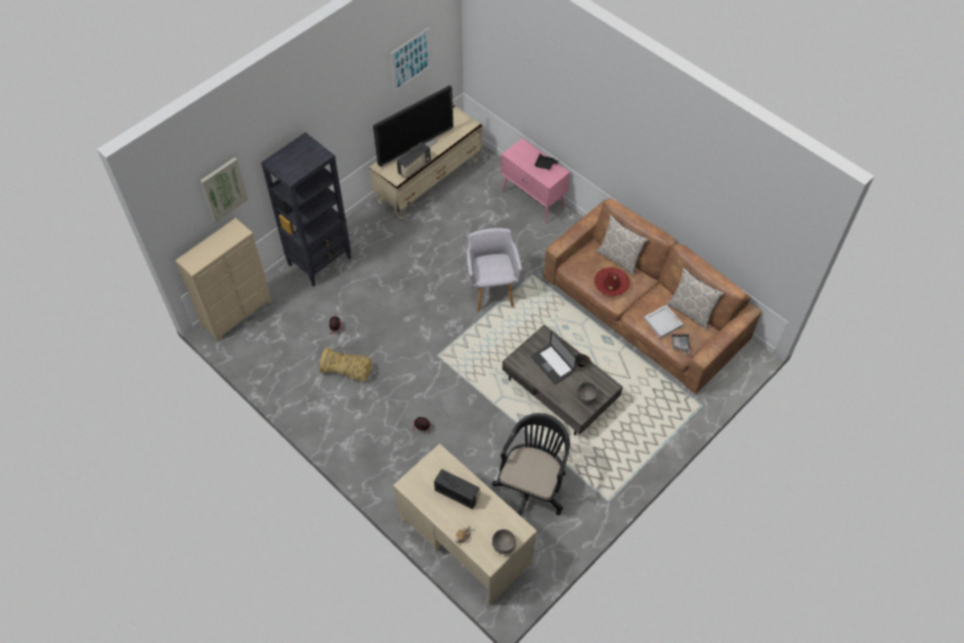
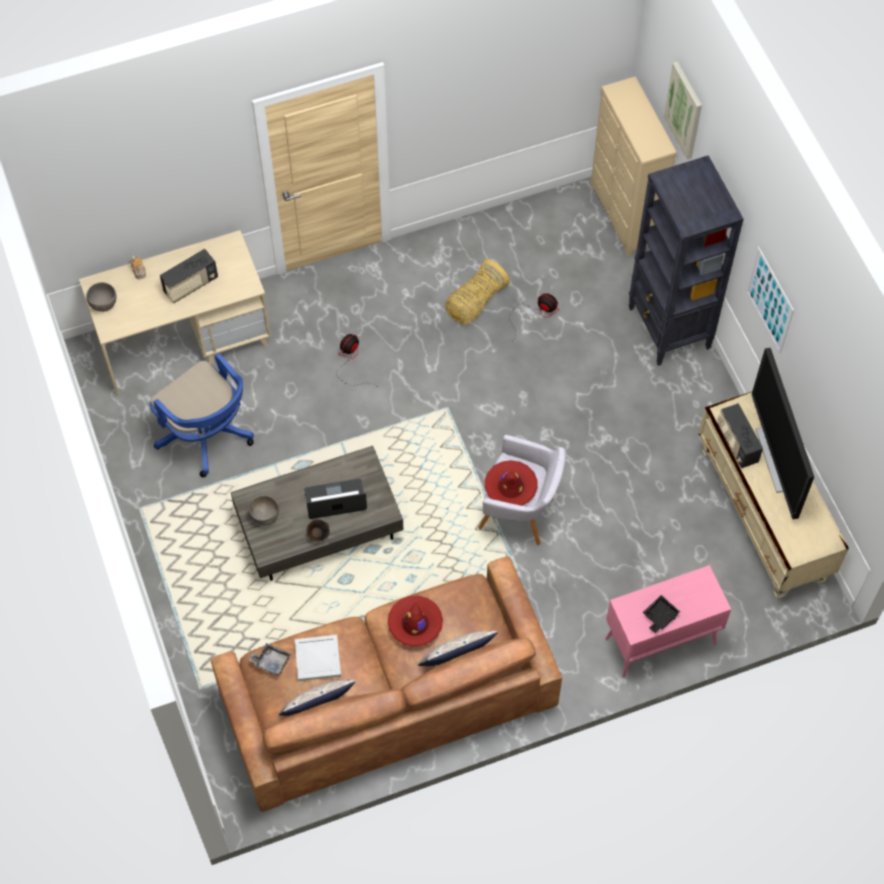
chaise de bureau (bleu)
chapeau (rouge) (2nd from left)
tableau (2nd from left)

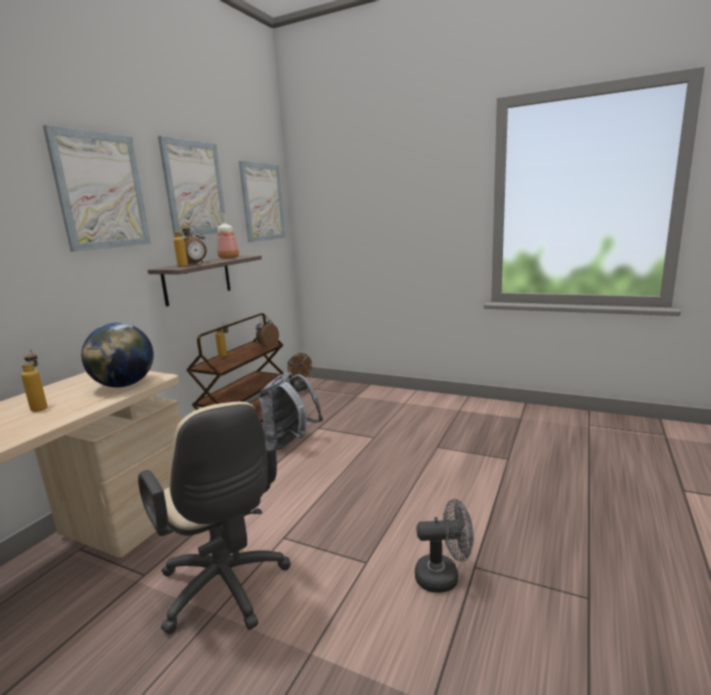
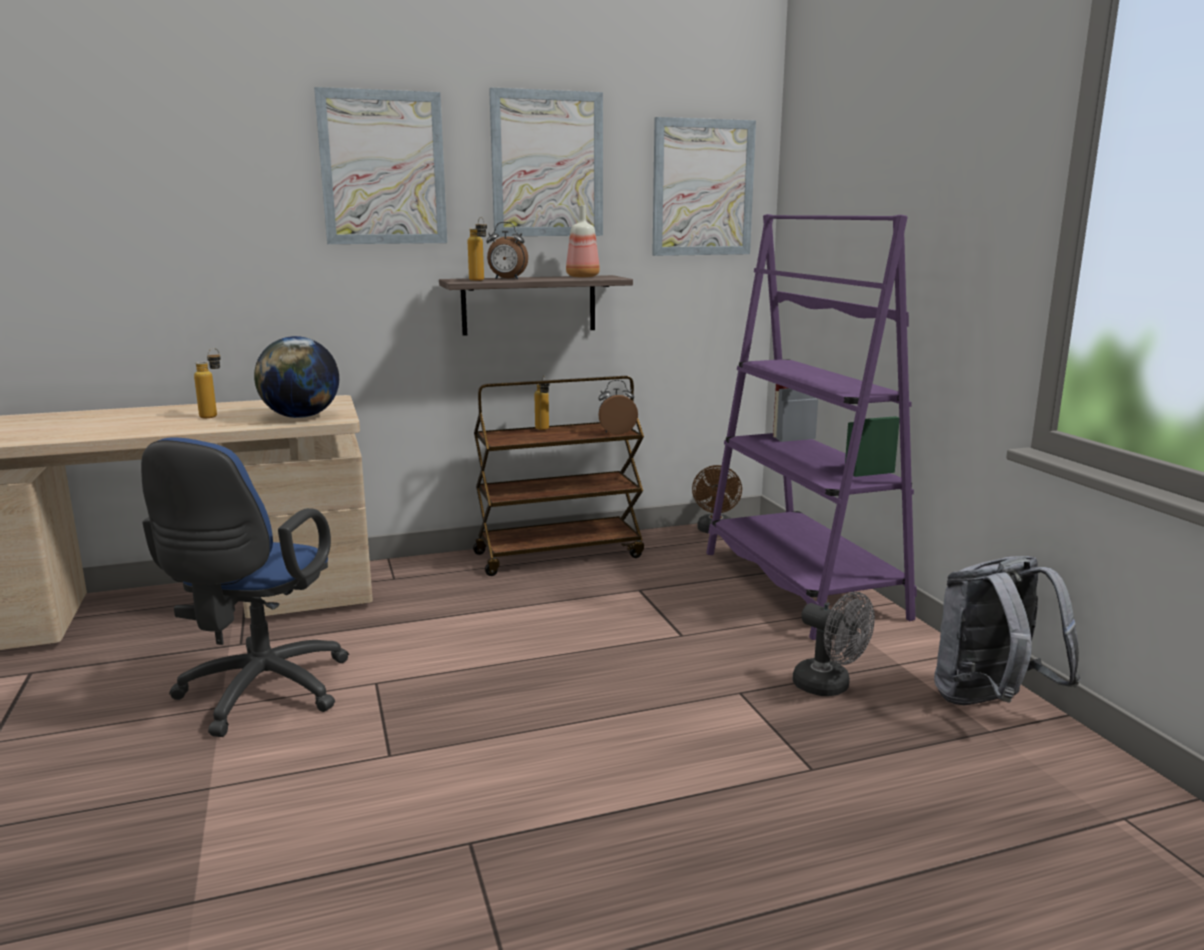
chaise de bureau (bleu)
bibliothèque (violet)
ventilateur (gris)
sac à dos (gris)

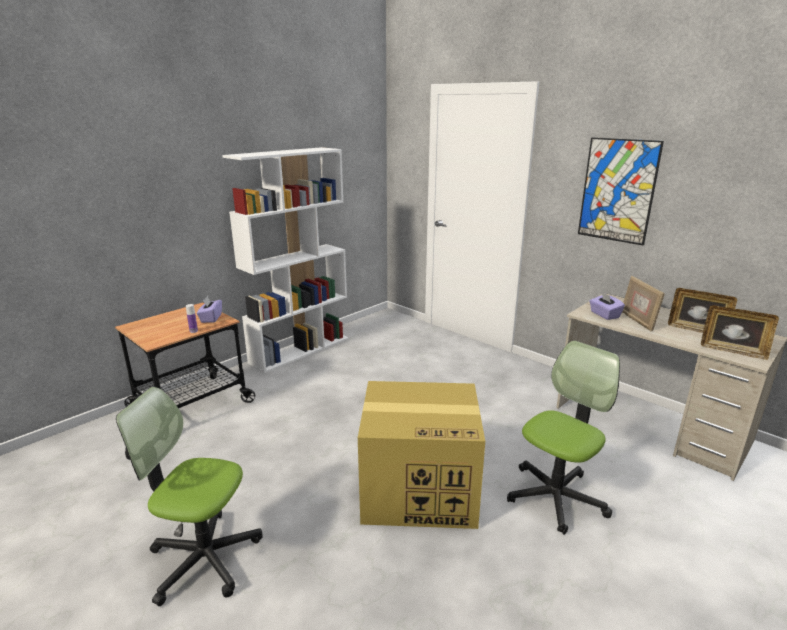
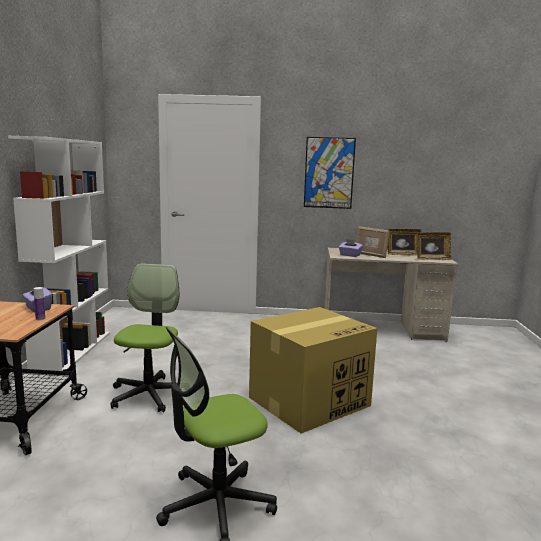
chaise de bureau (1st from left)

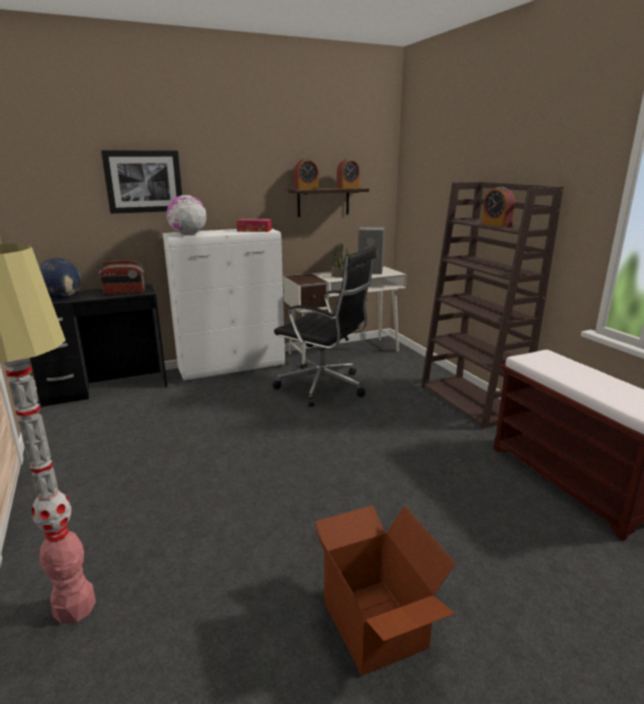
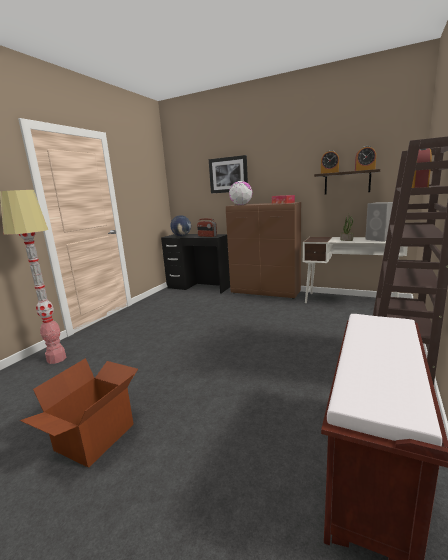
meuble de rangement (marron)
chaise de bureau (noir)

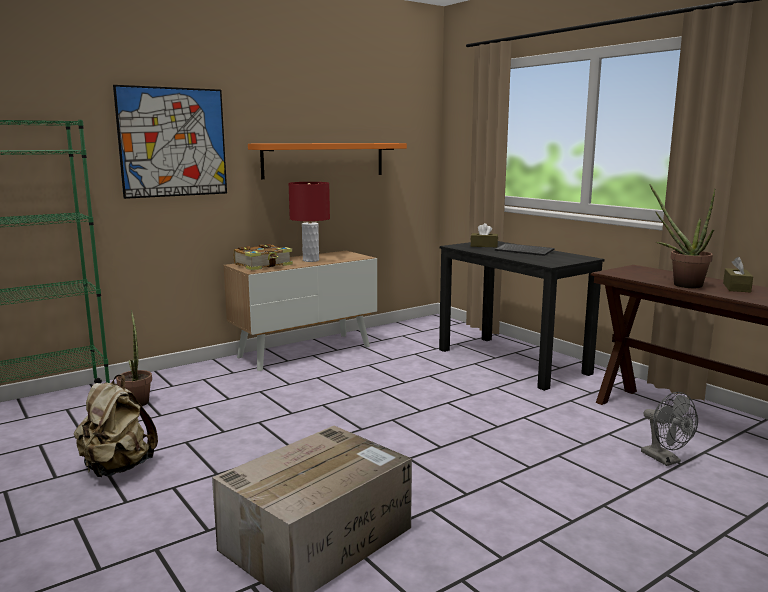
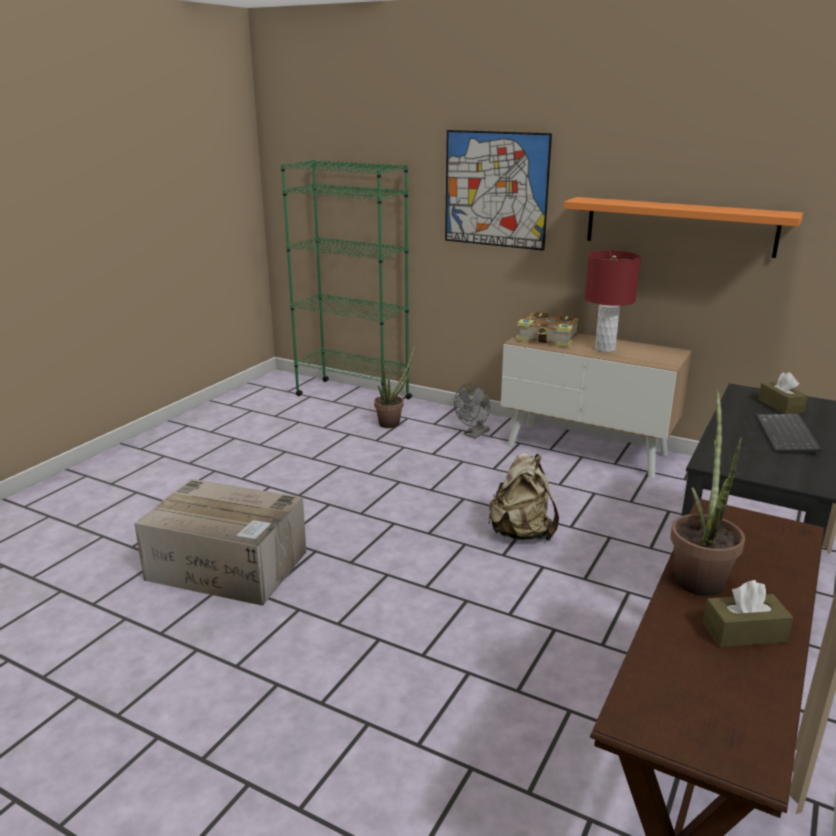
ventilateur (gris)
sac à dos (beige)

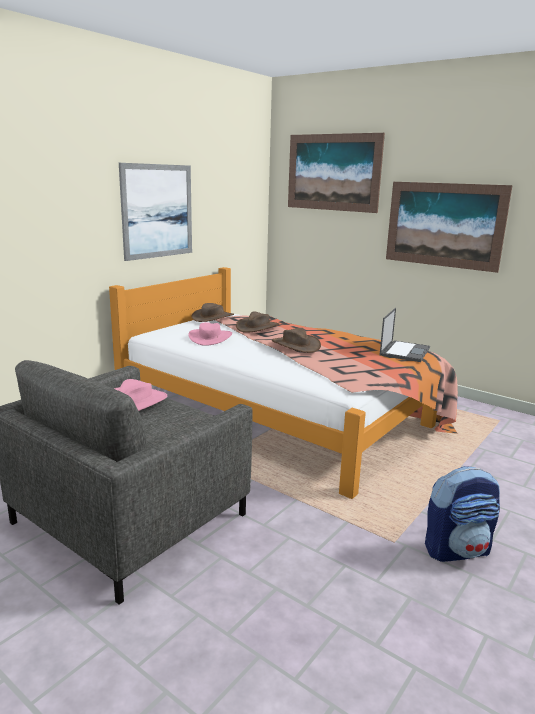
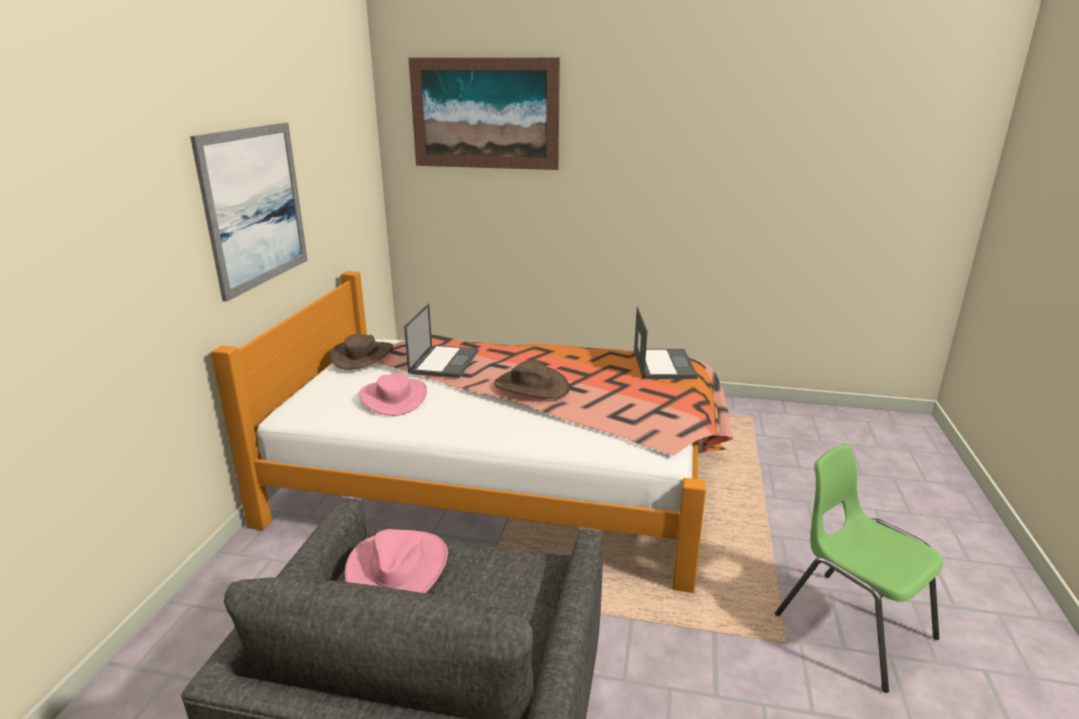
ordinateur portable (1st from left)
chaise (vert)
tableau (3rd from left in the first image)

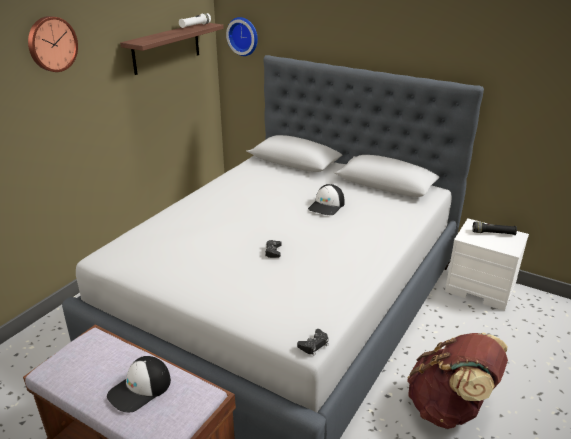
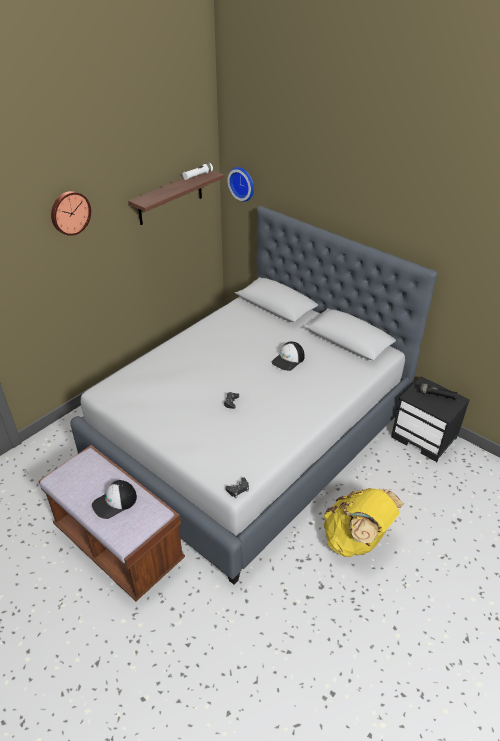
sac à dos (jaune)
table de chevet (noir)

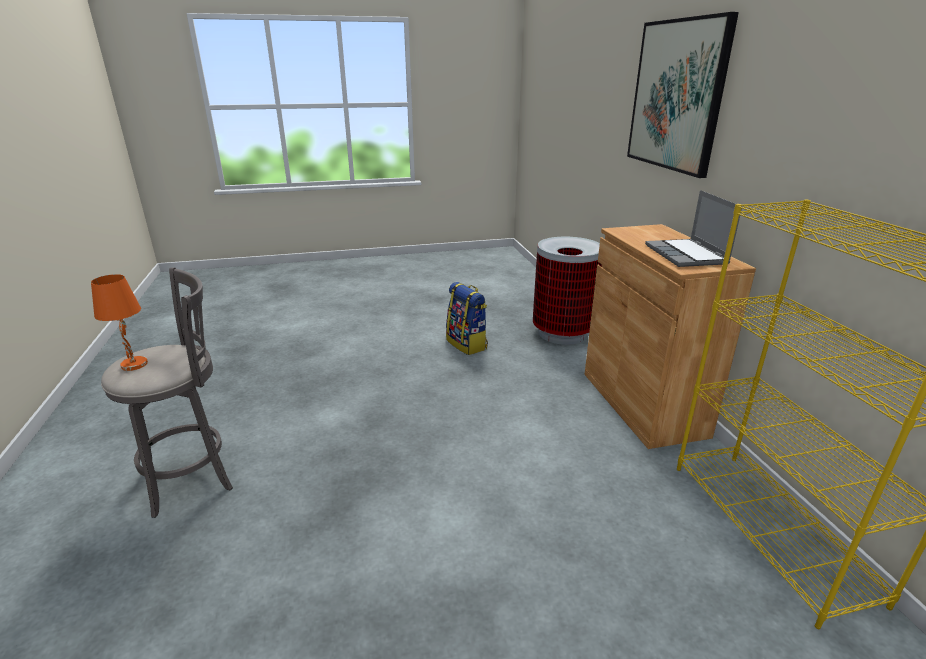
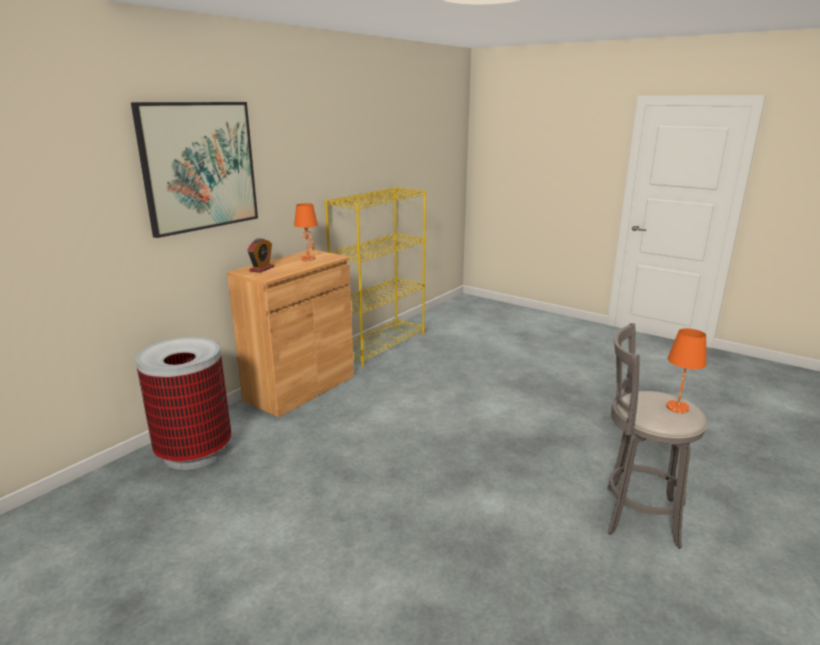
réveil
lampe de table (orange) (1st from left)
sac à dos

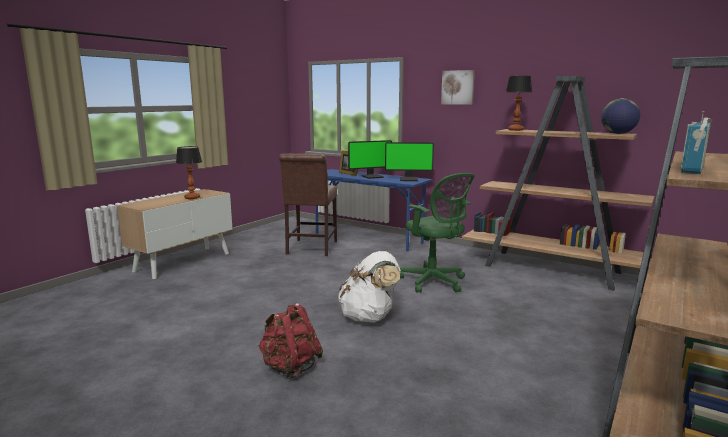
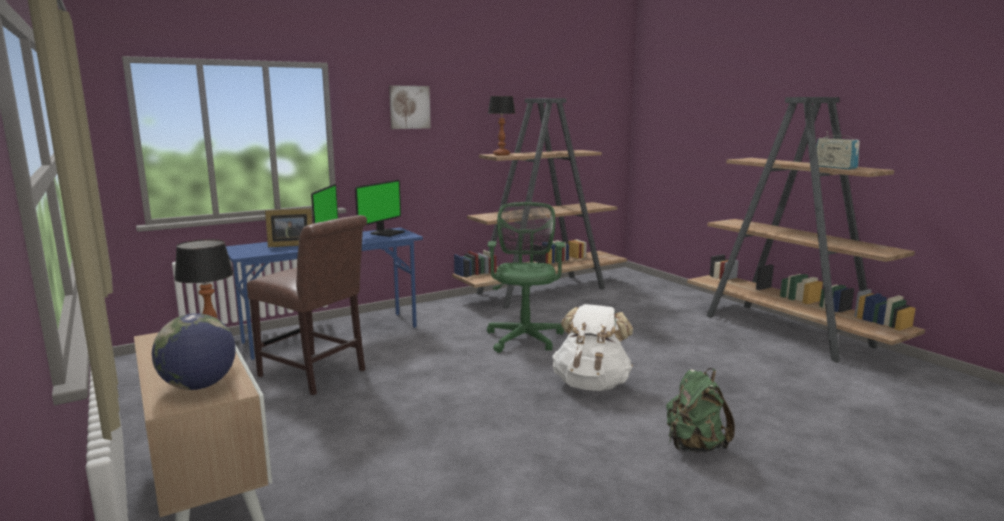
globe
chaise de bureau (vert)
sac à dos (vert)

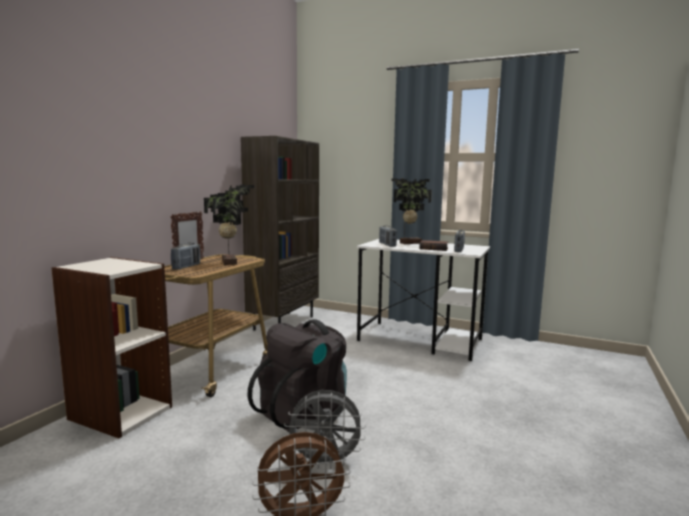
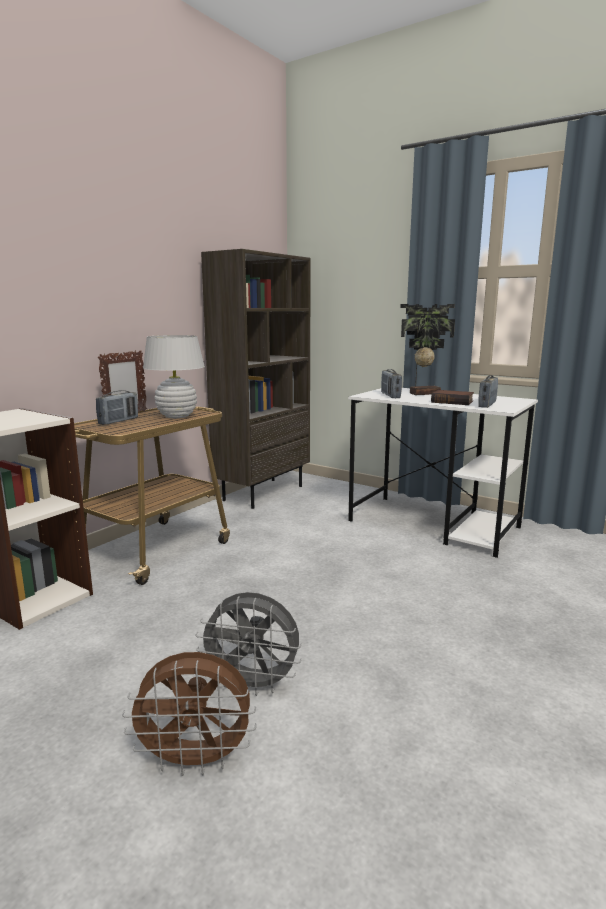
lampe de table (blanc)
sac à dos (noir)

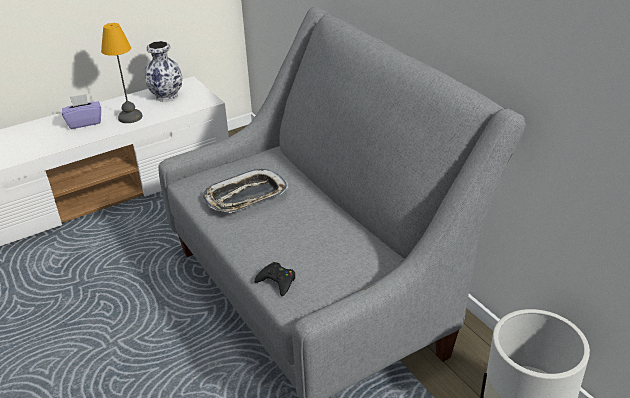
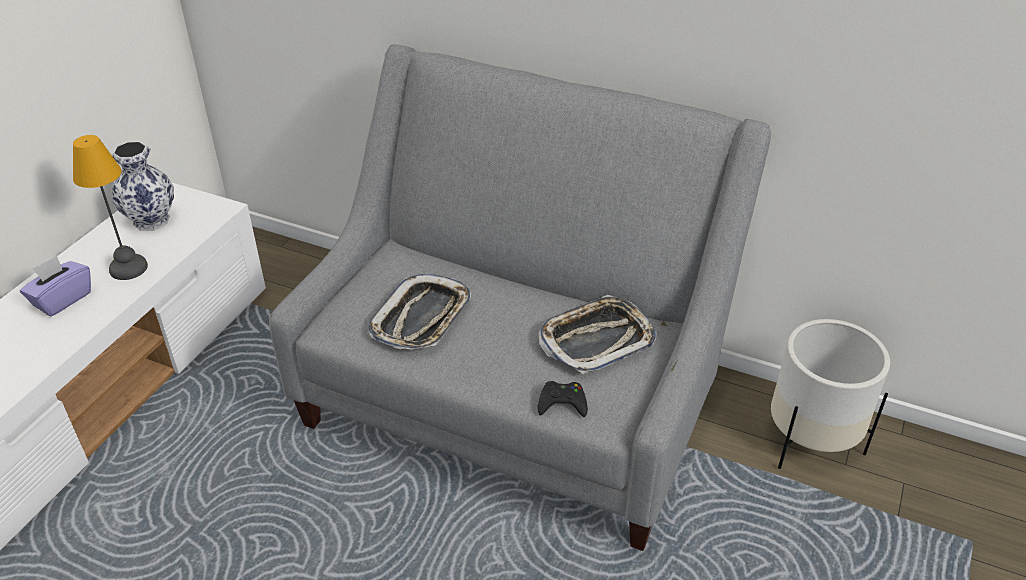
plateau (2nd from left)

